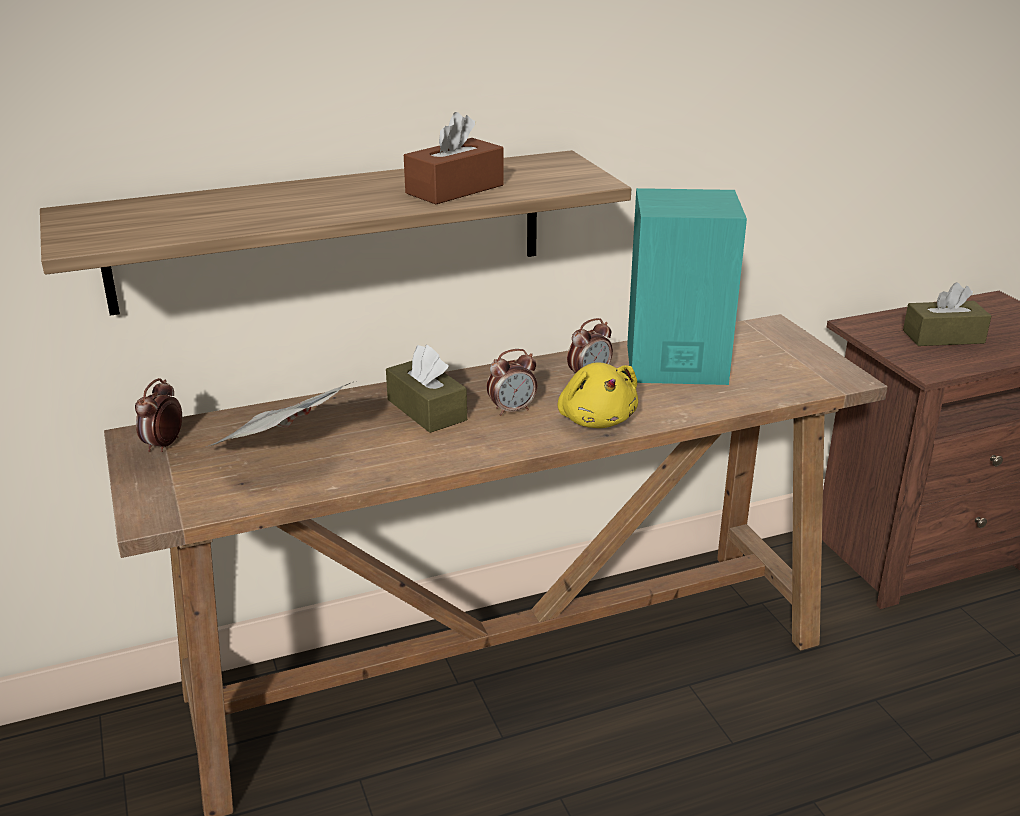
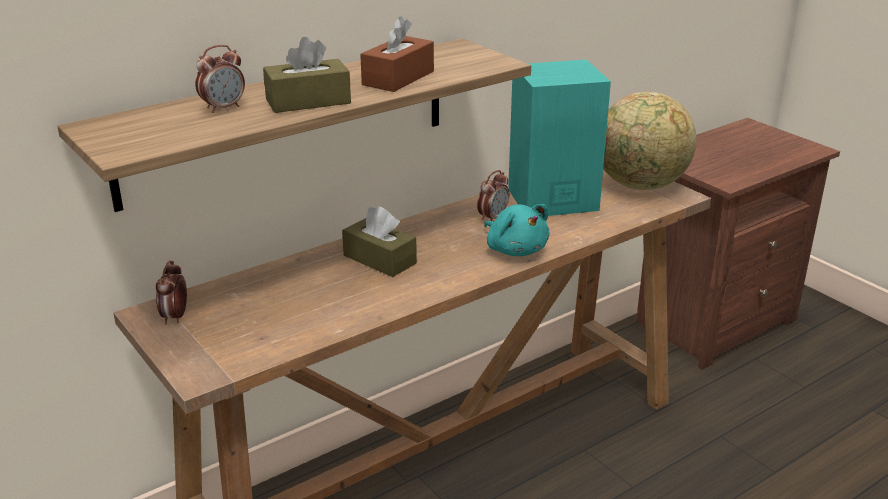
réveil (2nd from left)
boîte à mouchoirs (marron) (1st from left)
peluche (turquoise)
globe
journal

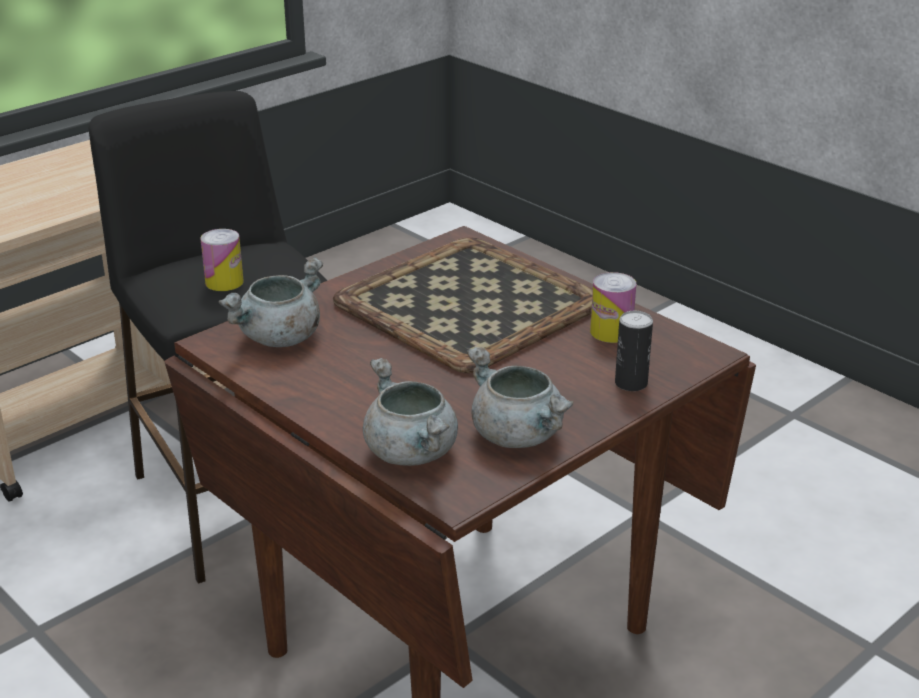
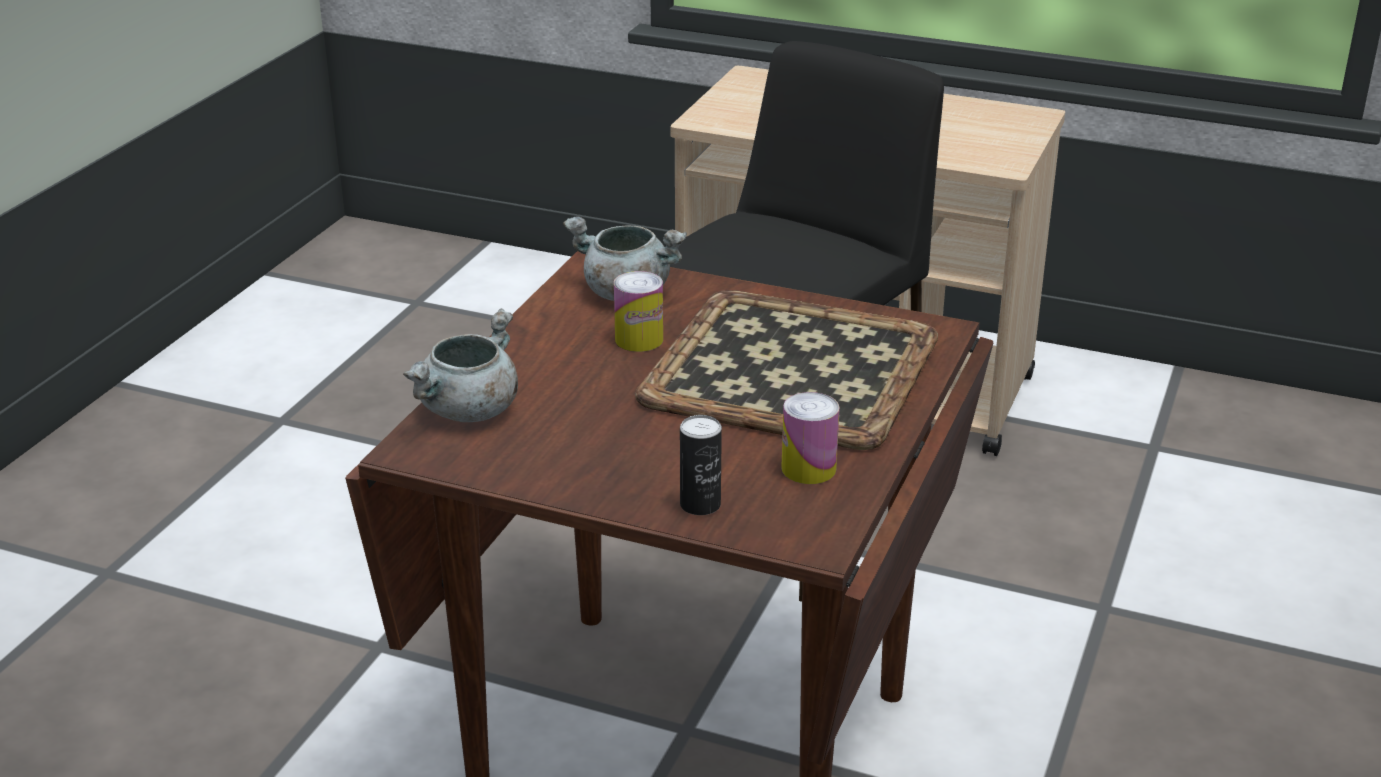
boîte métallique (1st from left)
marmite (gris) (3rd from left in the first image)

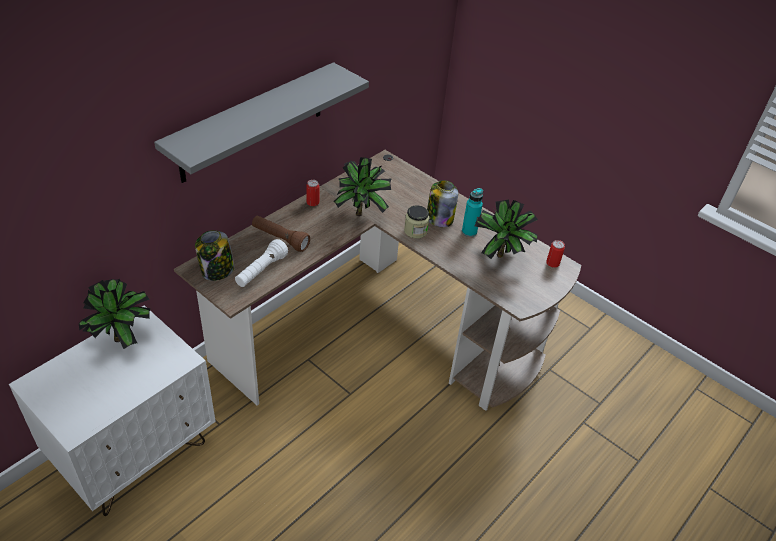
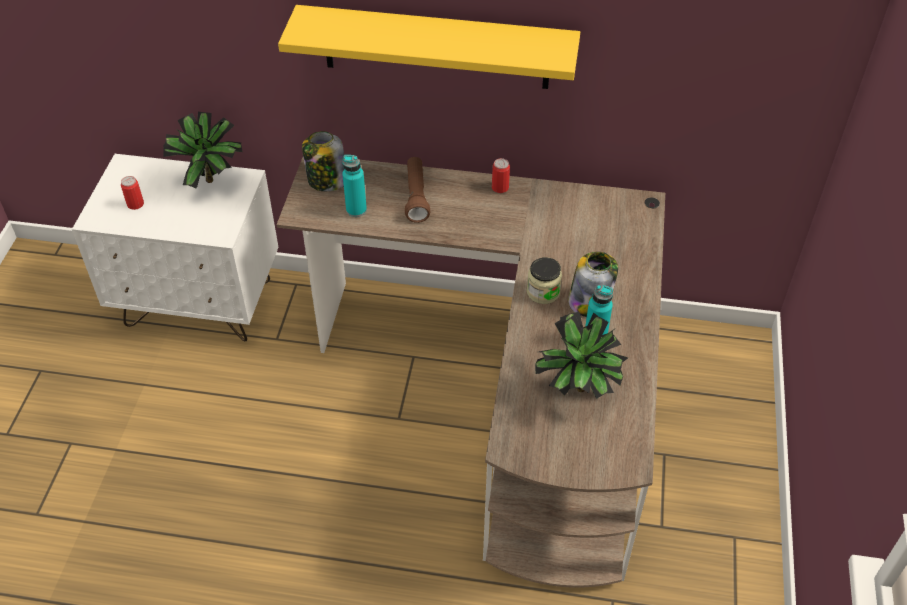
boîte métallique (1st from left)
étagère (jaune)
bouteille (turquoise) (1st from left)
plante en pot (2nd from left in the first image)

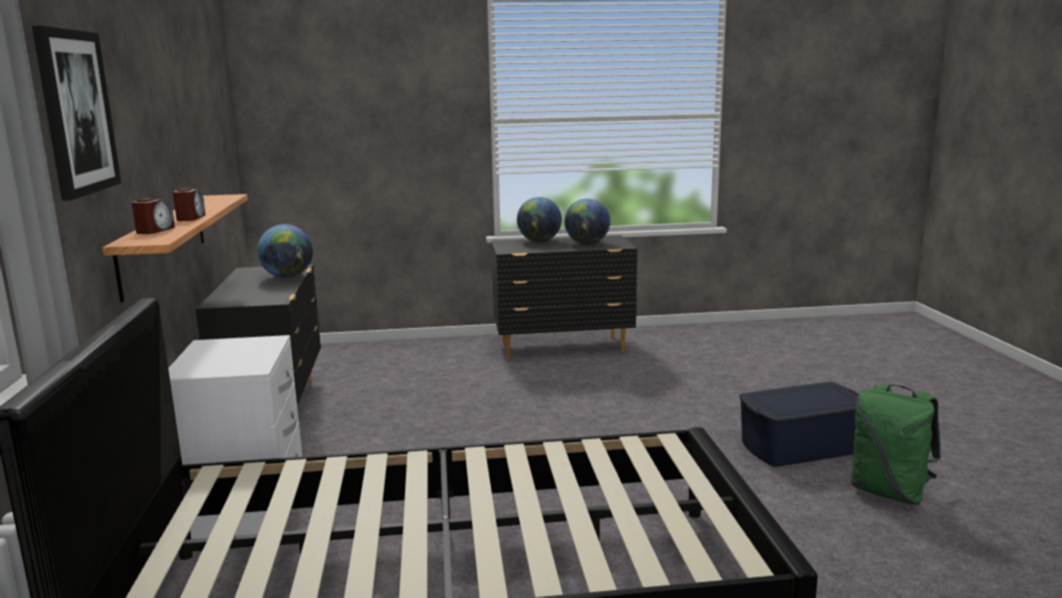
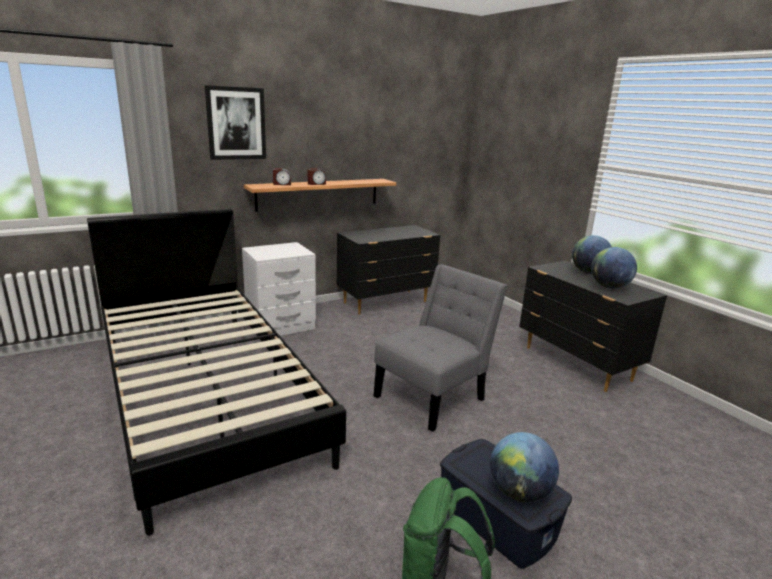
chaise (gris)
globe (1st from left)

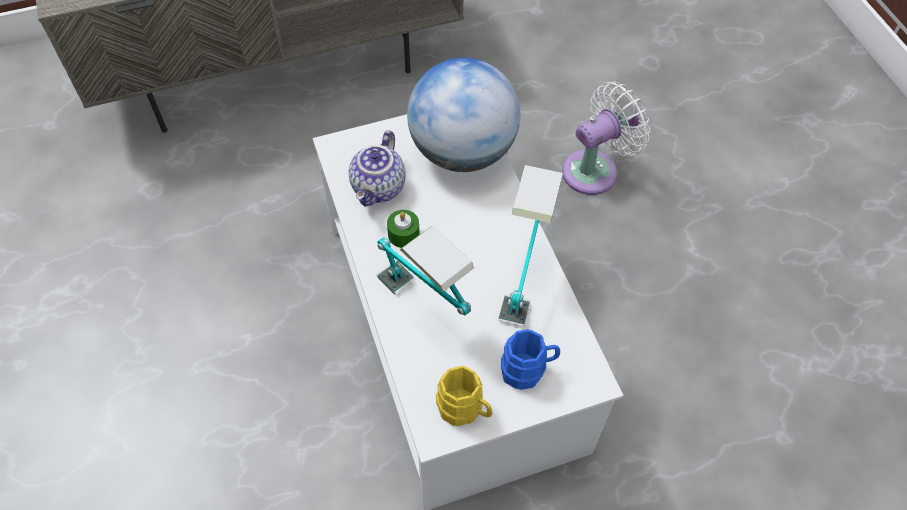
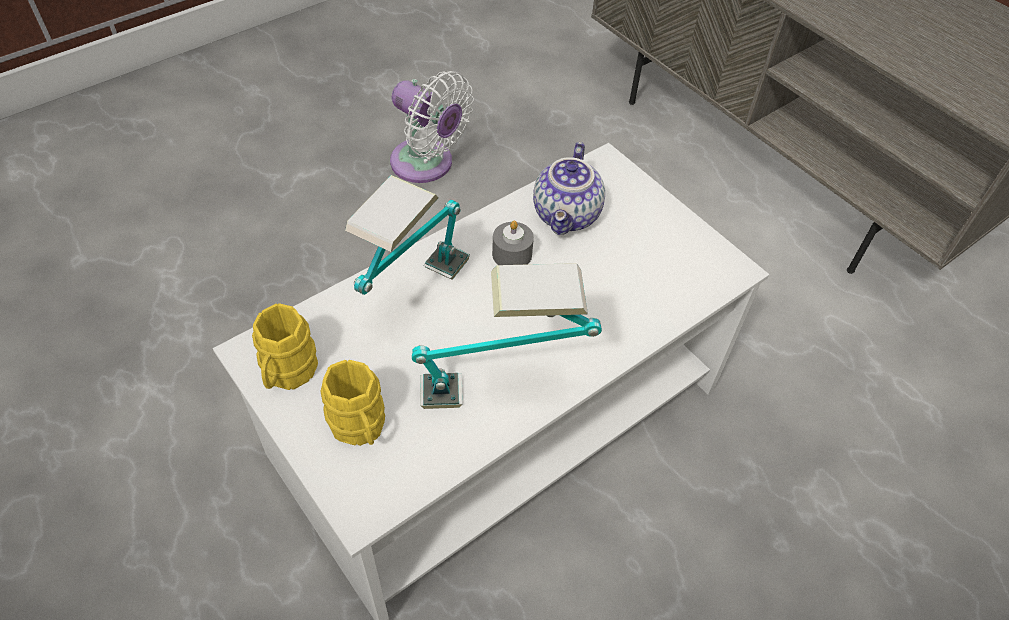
mug (jaune) (2nd from left)
ventilateur (blanc)
bougie (gris)
théière
globe

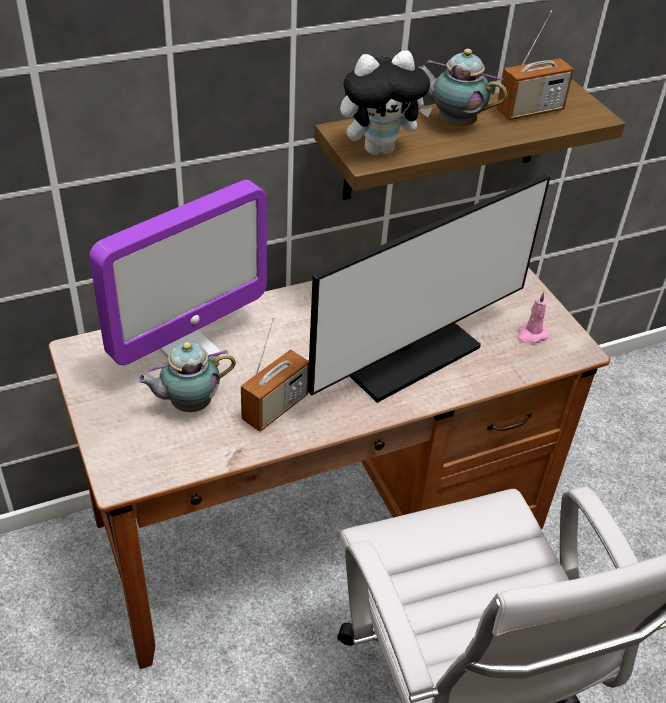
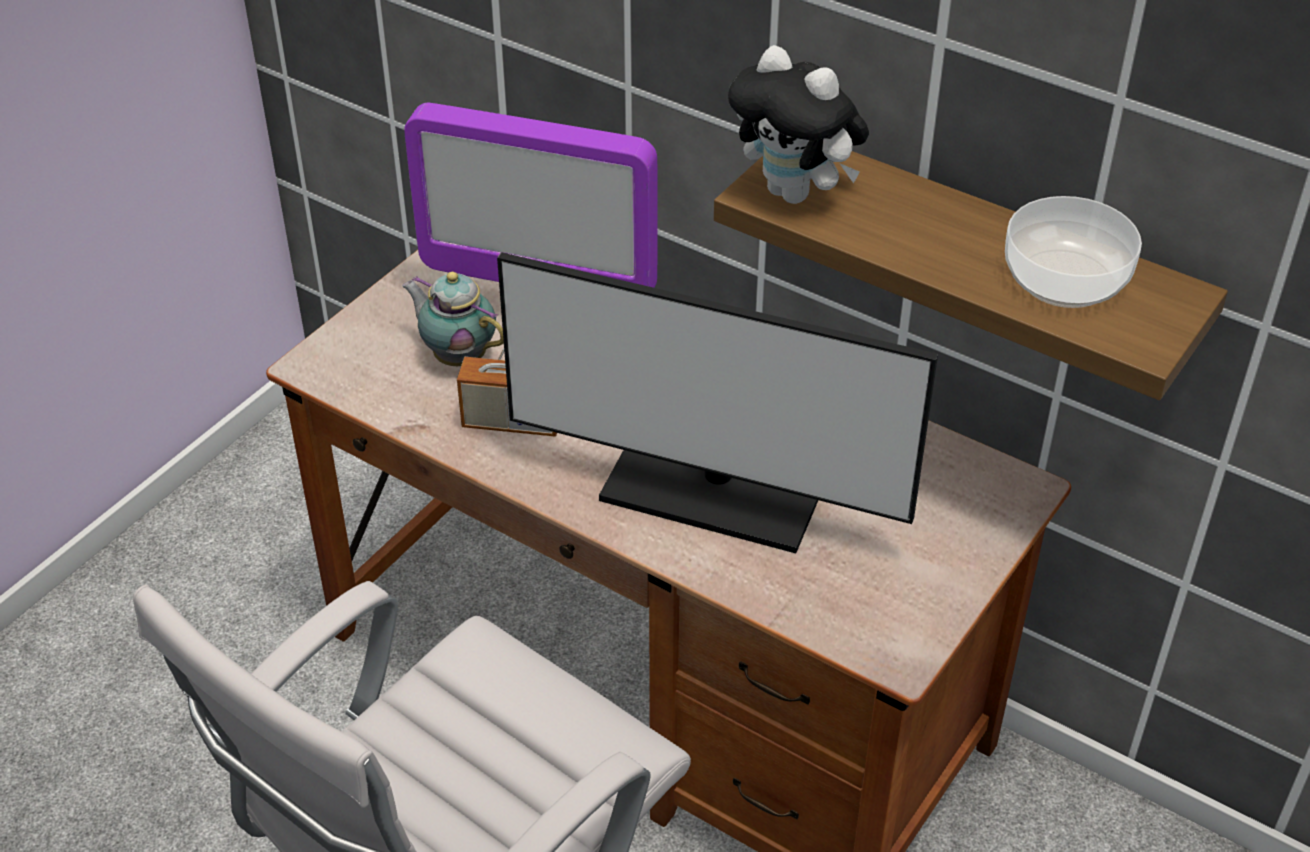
bol
théière (2nd from left in the first image)
bougie (rose)

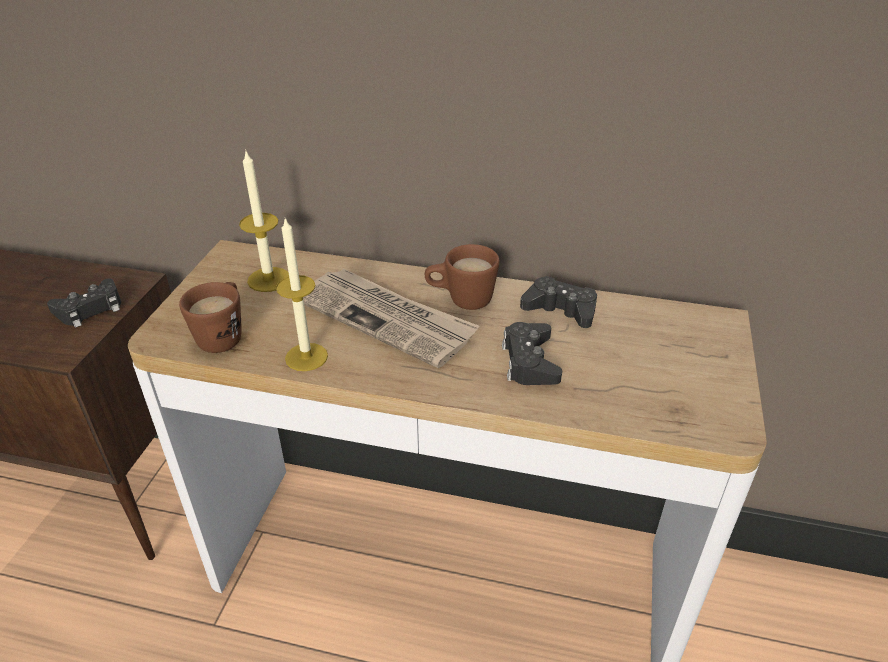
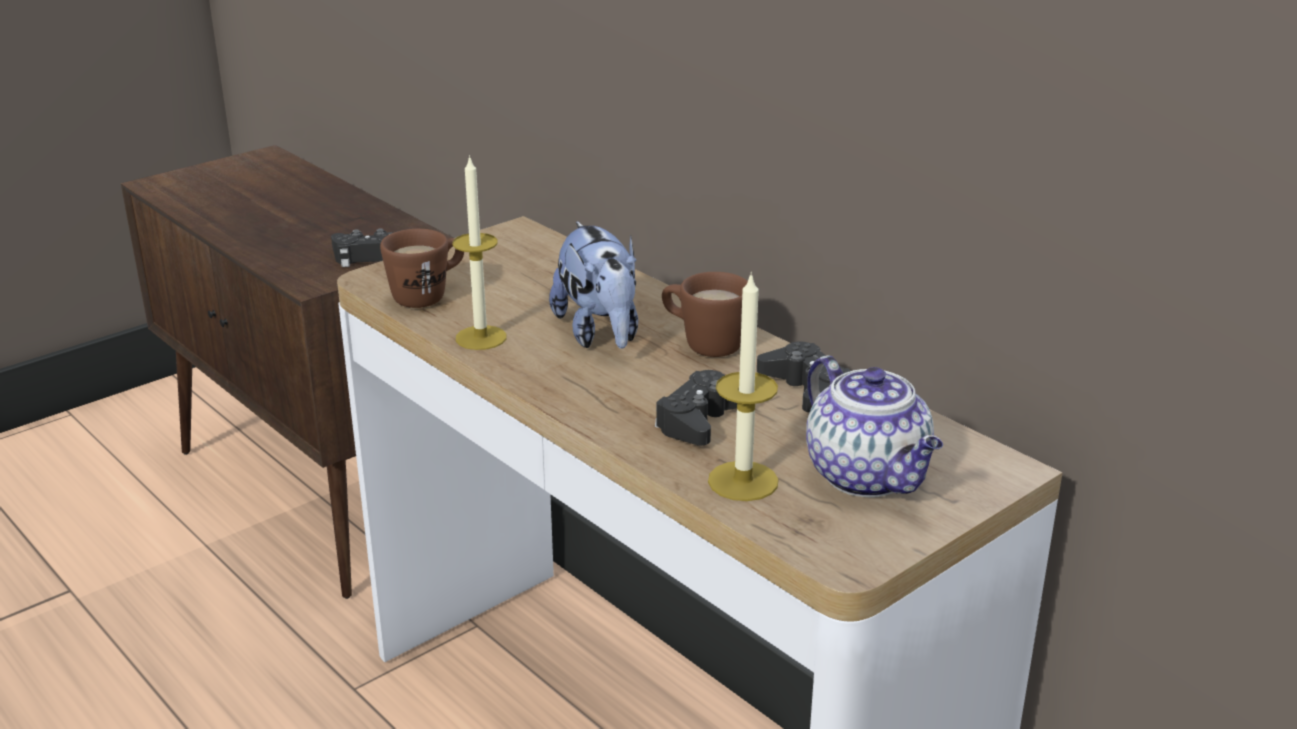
peluche
bougie (2nd from left)
théière

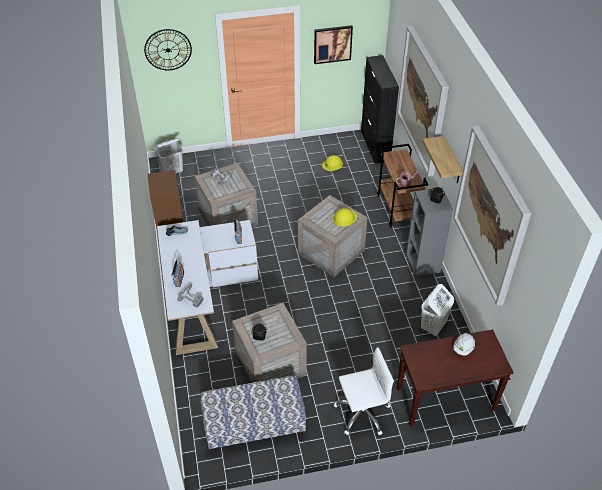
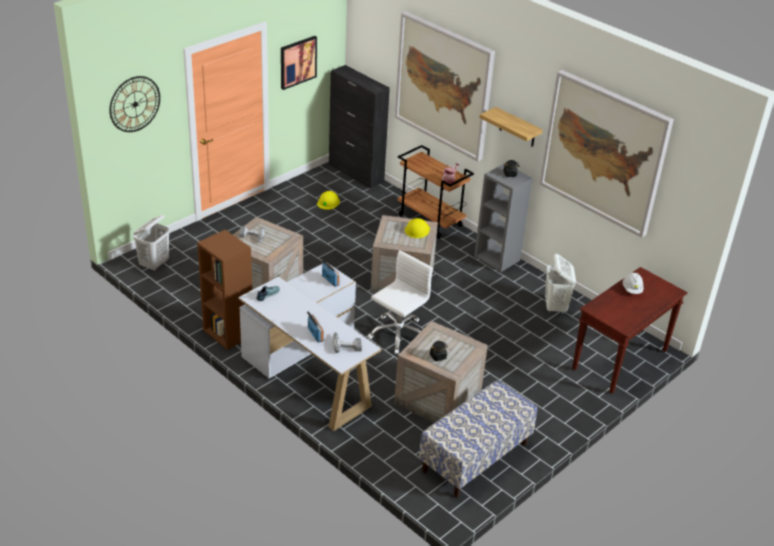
chaise de bureau (blanc)

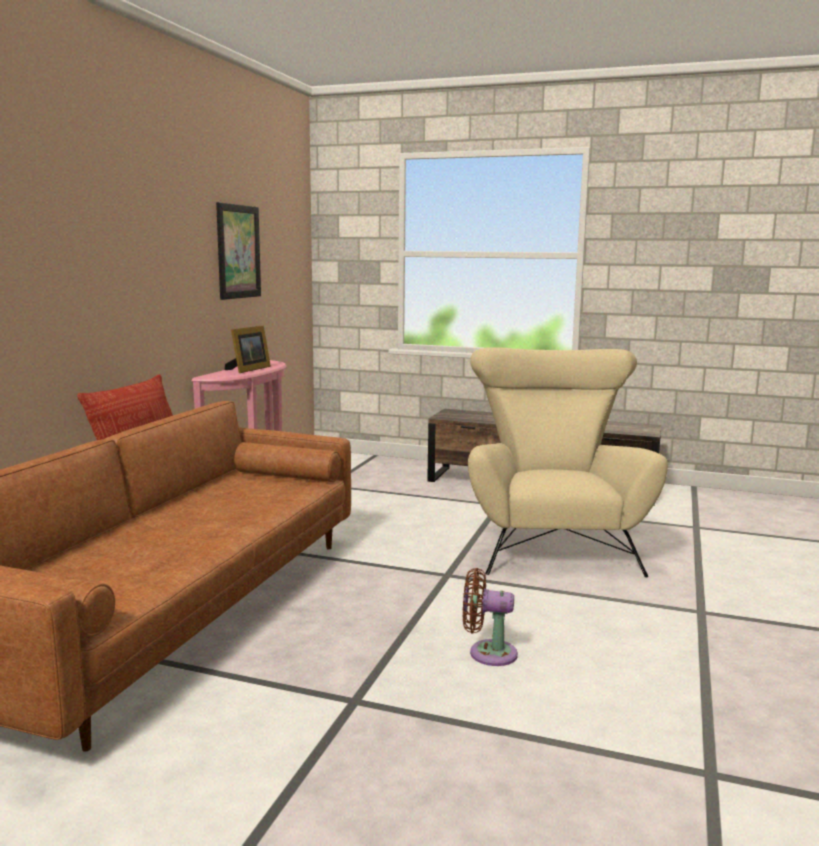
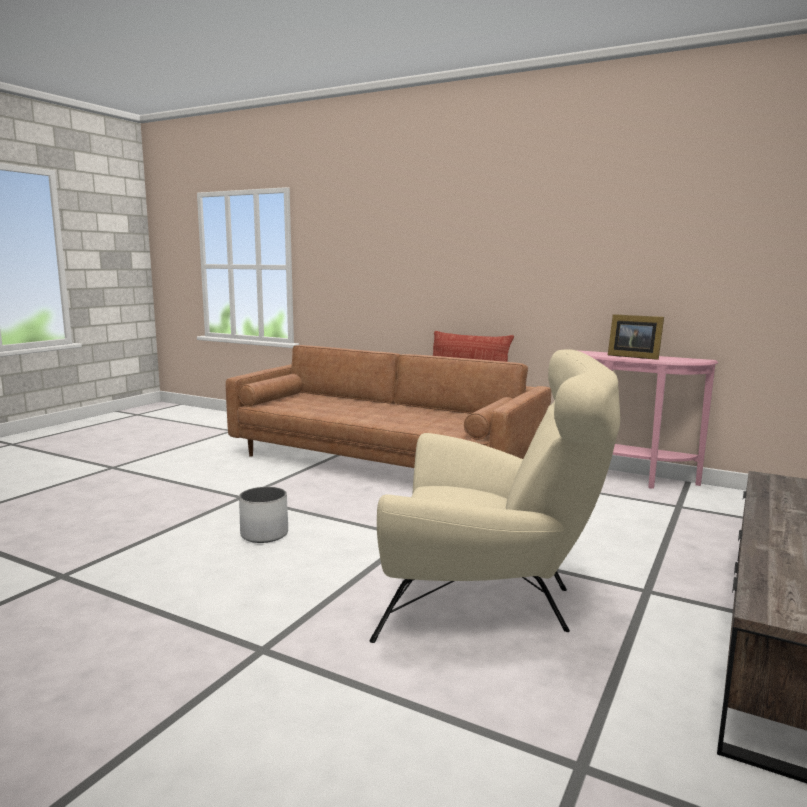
cache-pot (blanc)
tableau

